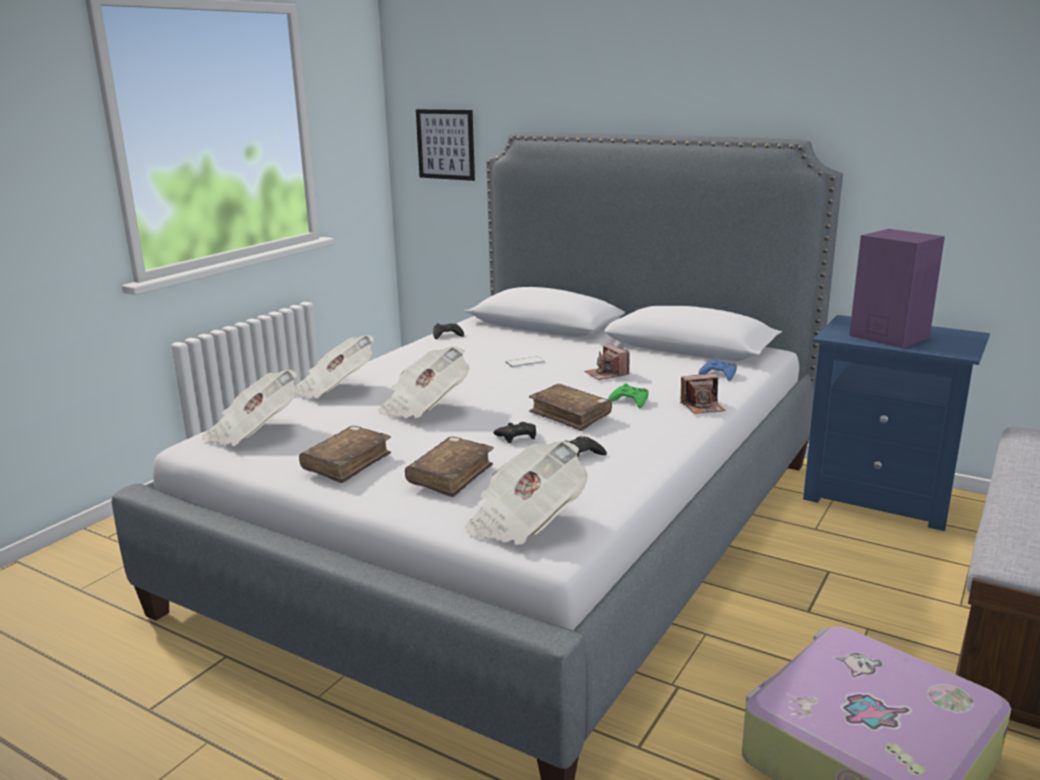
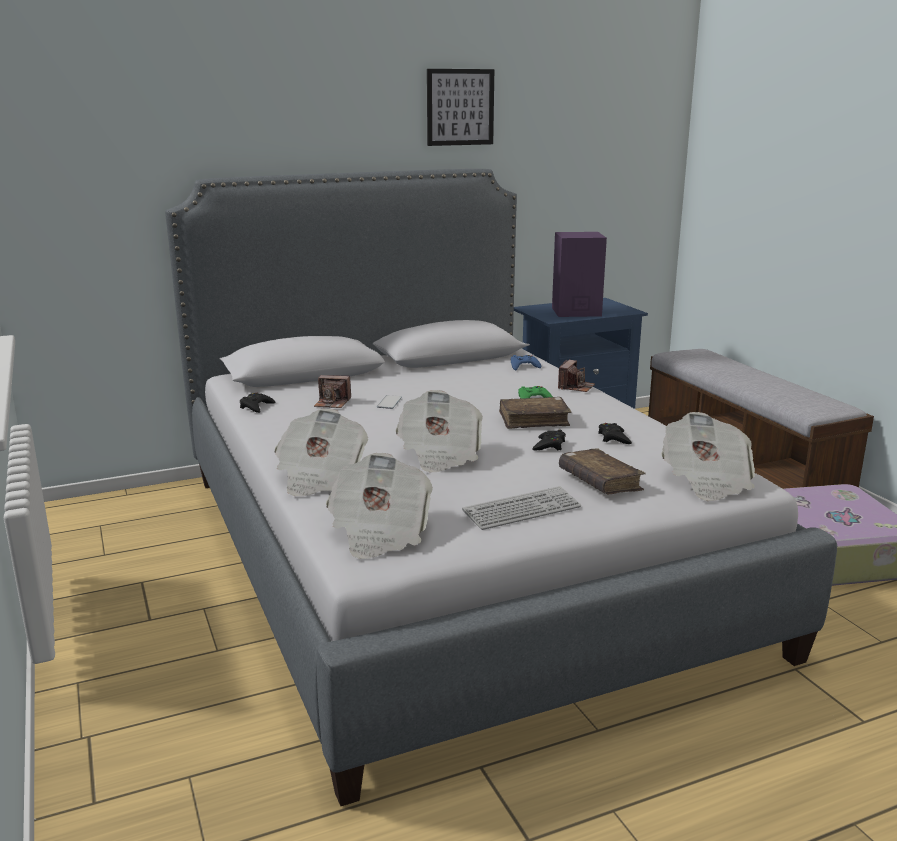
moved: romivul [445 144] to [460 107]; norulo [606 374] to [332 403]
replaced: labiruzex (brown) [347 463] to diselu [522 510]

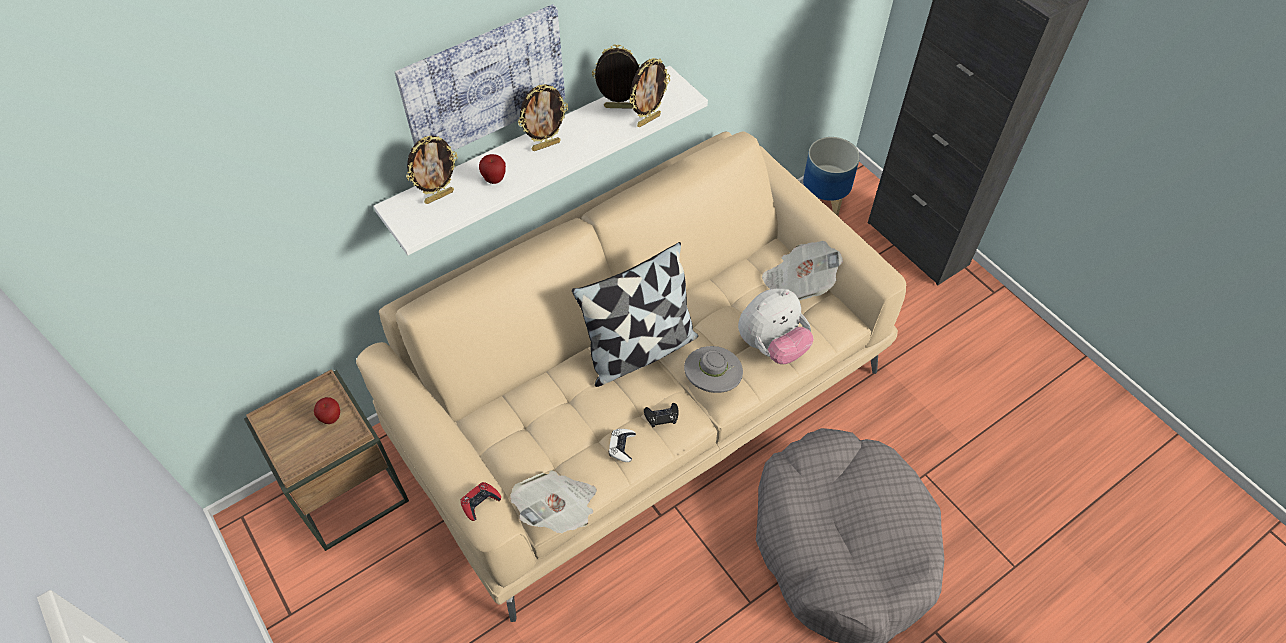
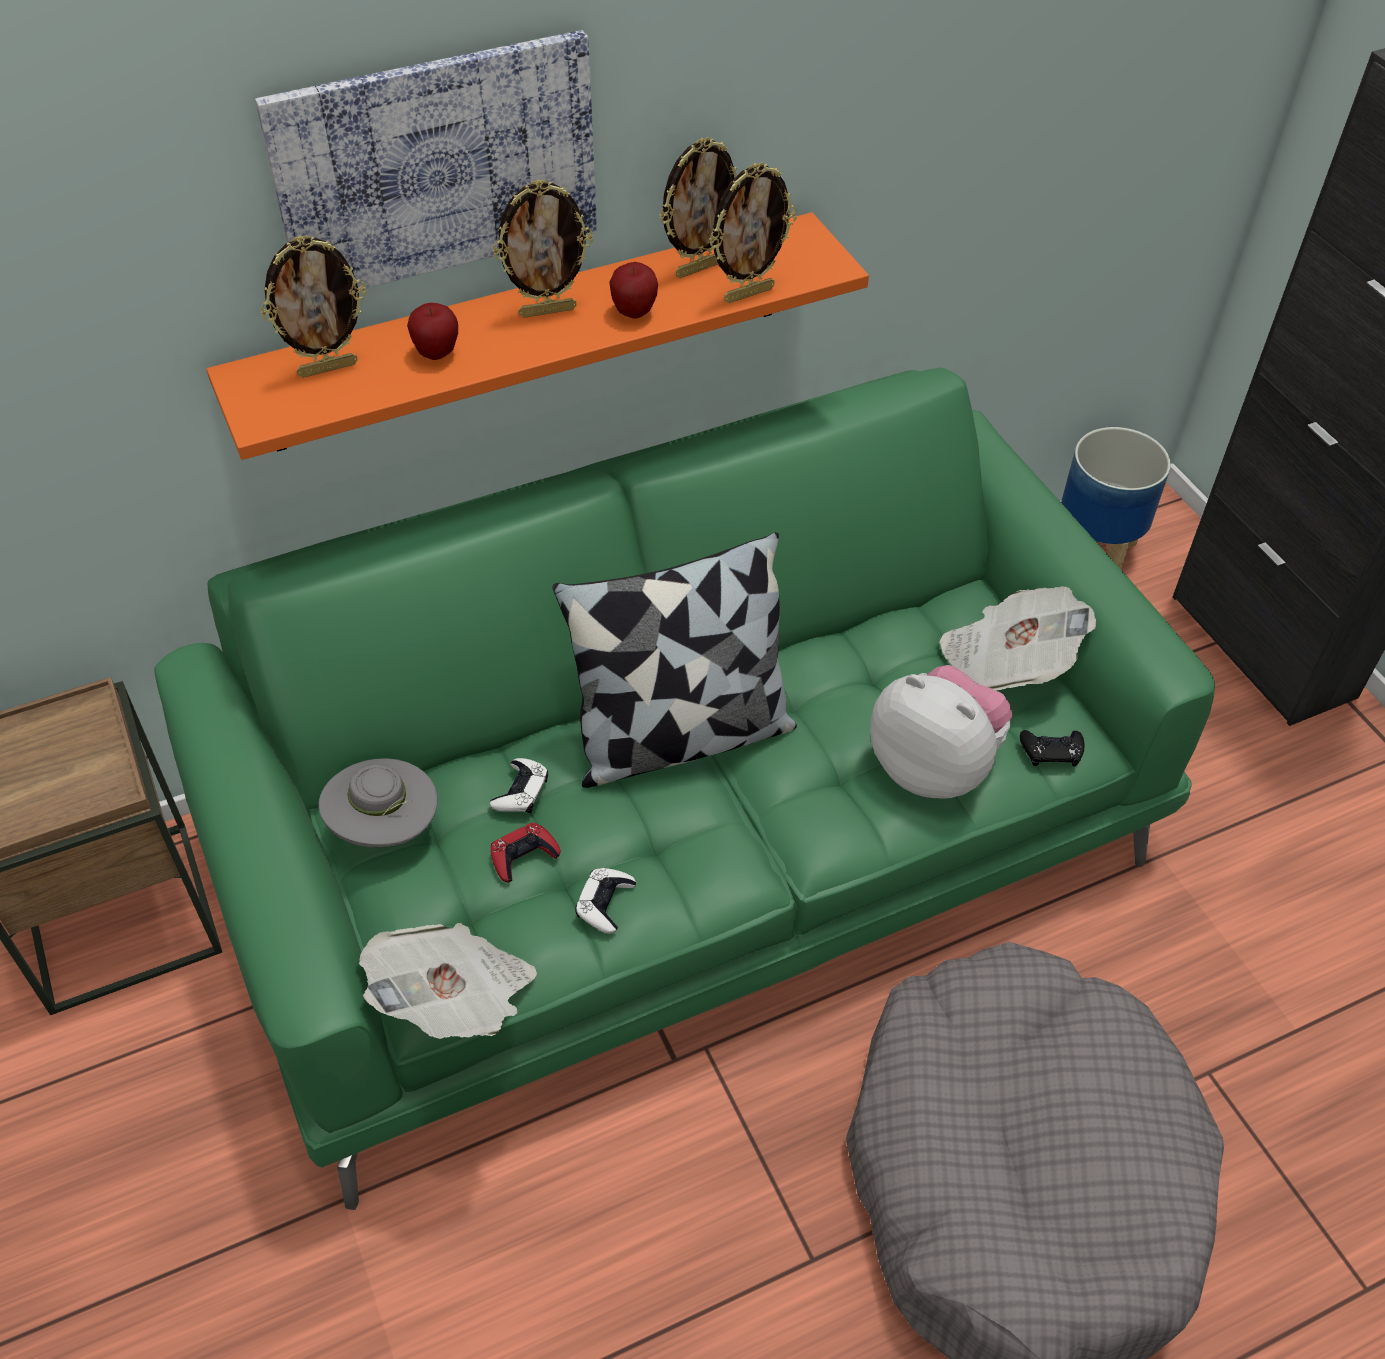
added: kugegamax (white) [521 791]
moved: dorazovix [331 418] to [634 313]; kugegamax (red) [480 502] to [523 856]; kugegamax (black) [661 416] to [1051 751]; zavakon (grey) [712 381] to [385 827]
recoloured: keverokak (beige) [643 398] to keverokak (green) [690 840]; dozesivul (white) [533 153] to dozesivul (orange) [531 332]
turned: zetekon [618 108] = [698 268] 135 degrees clockwise; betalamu [772 345] = [934 766] 120 degrees counterclockwise

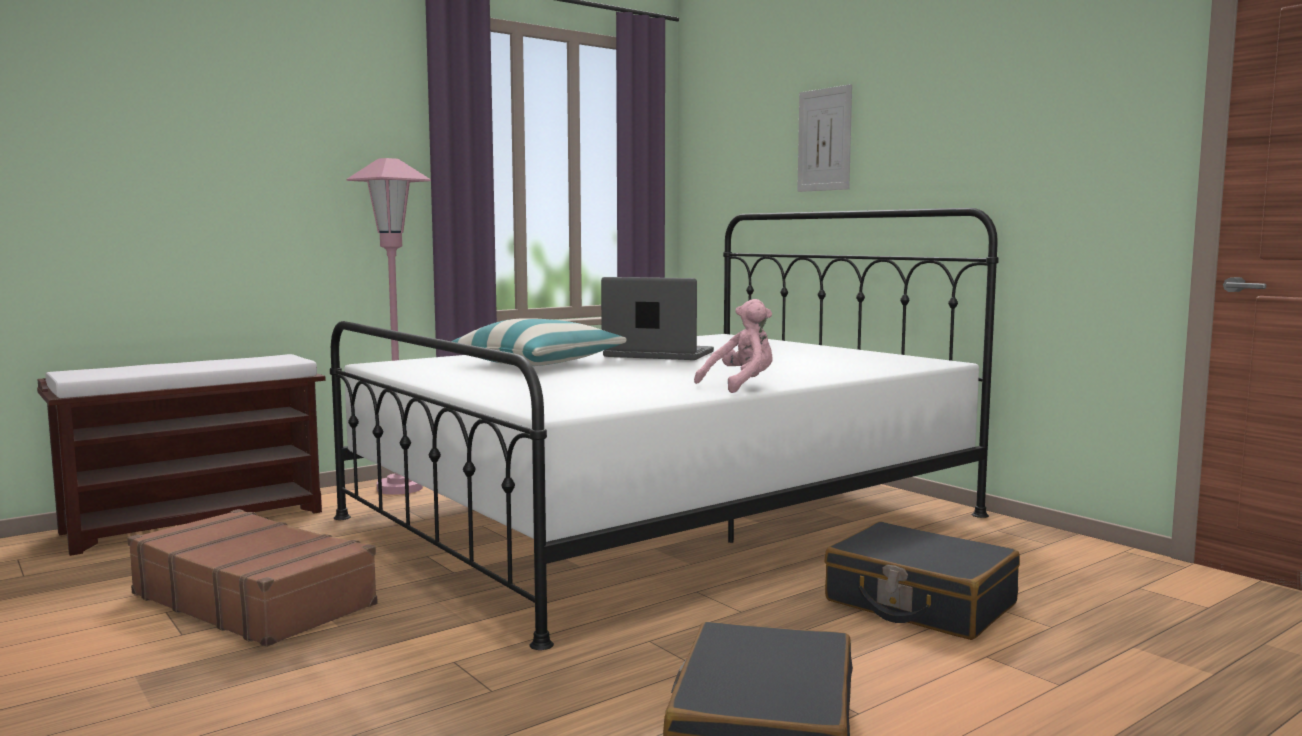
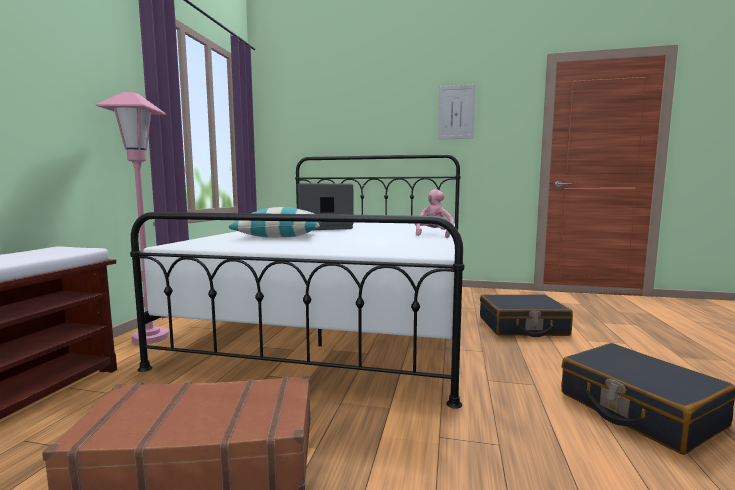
moved: romivul [824 139] to [456 112]

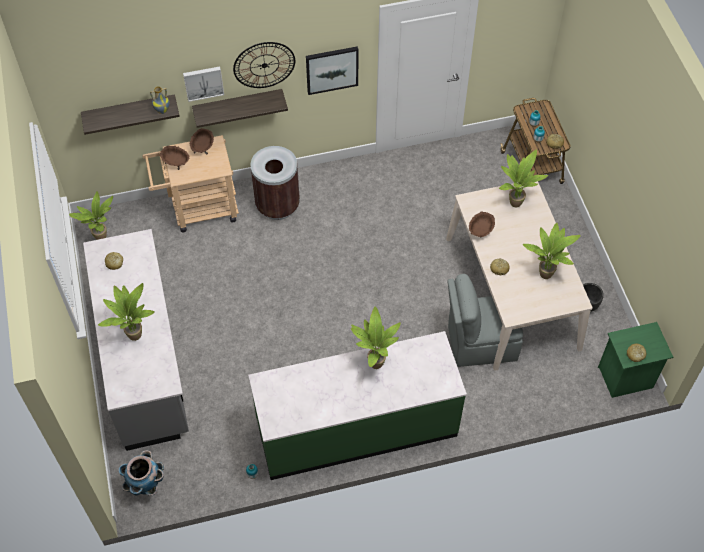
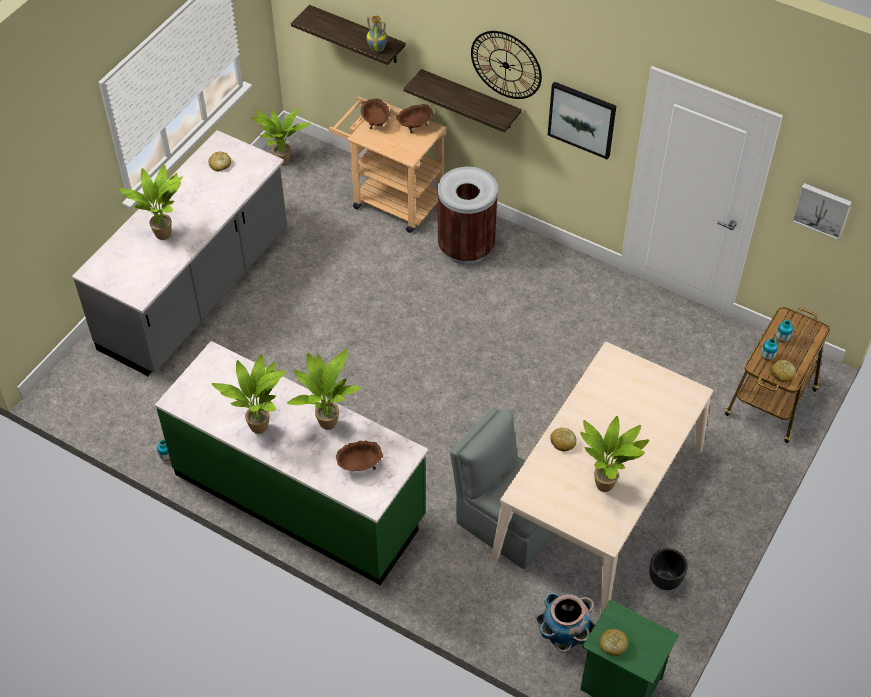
moved: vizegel [146 485] to [563 637]; romivul [203 82] to [822 209]; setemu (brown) [480 231] to [359 465]; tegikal [514 202] to [260 425]

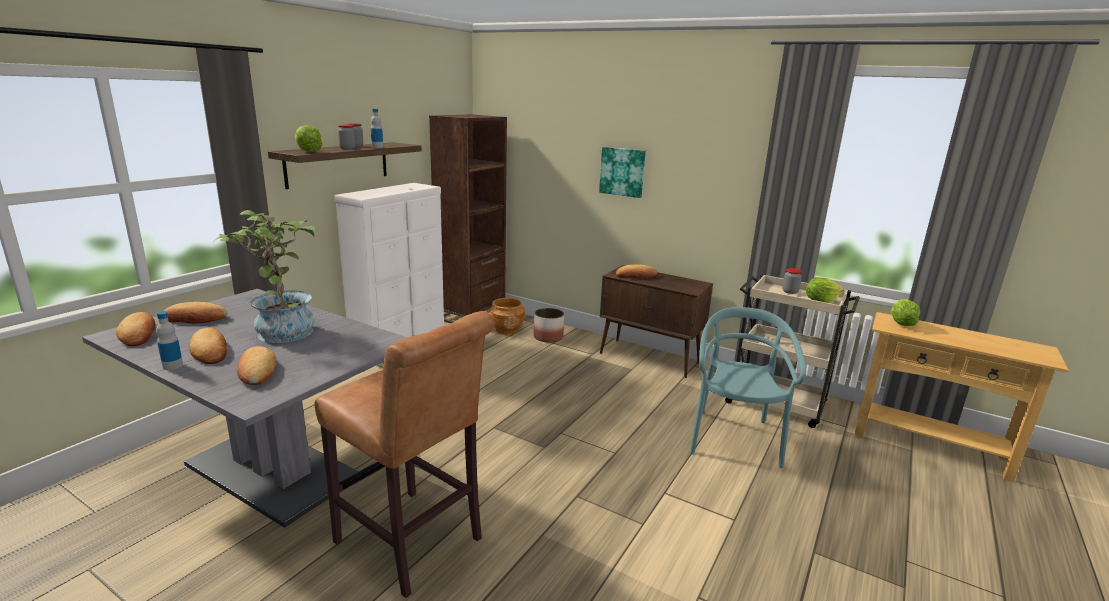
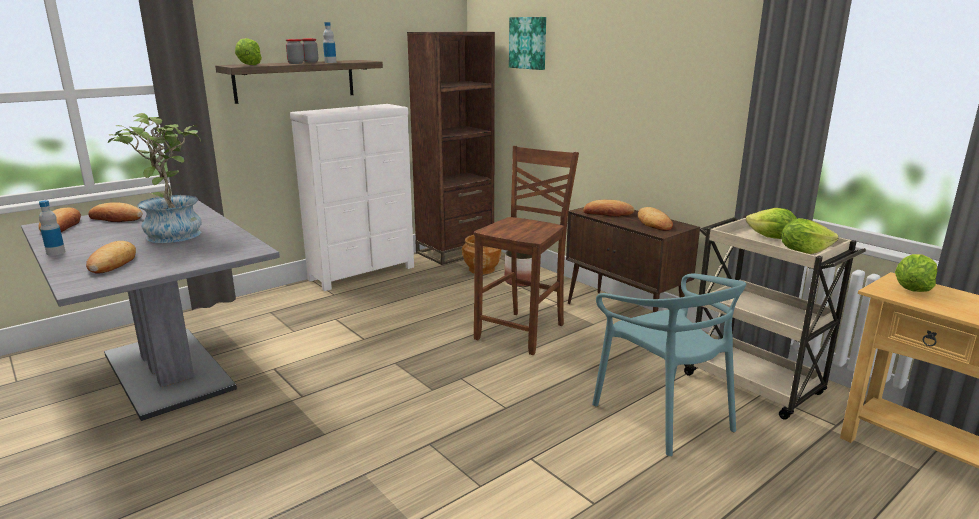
removed: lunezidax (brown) [413 544]
added: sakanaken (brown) [523 332]
moved: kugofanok [210 350] to [654 223]; romivul [622 171] to [528 43]
replaced: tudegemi [790 291] to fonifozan [771 238]
turned: sakanaken (turquoise) [733 438] = [664 415] 120 degrees clockwise

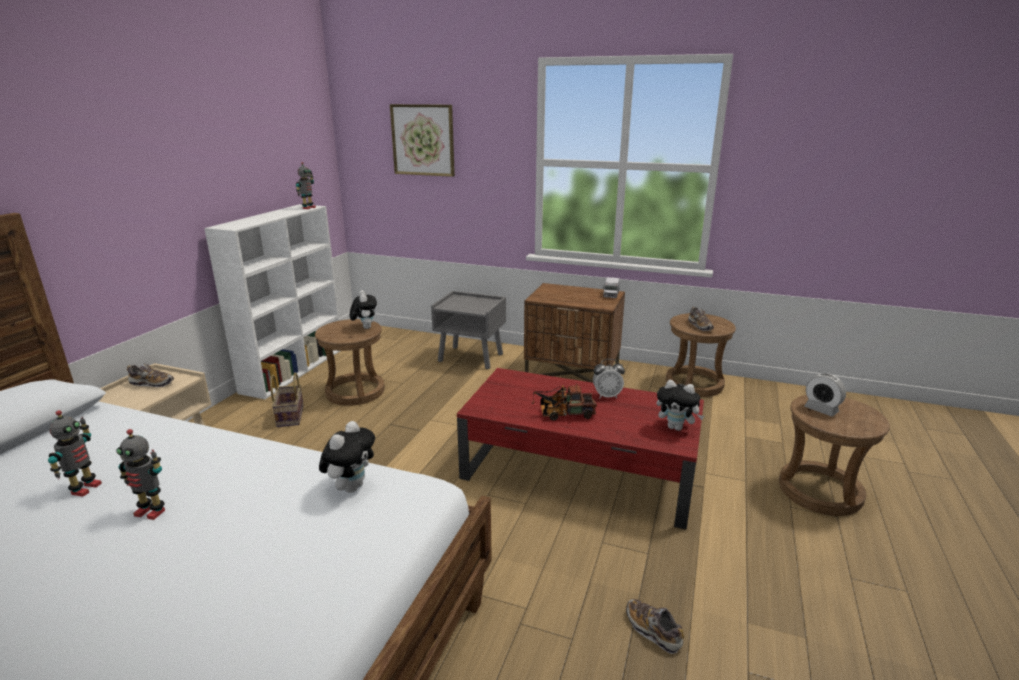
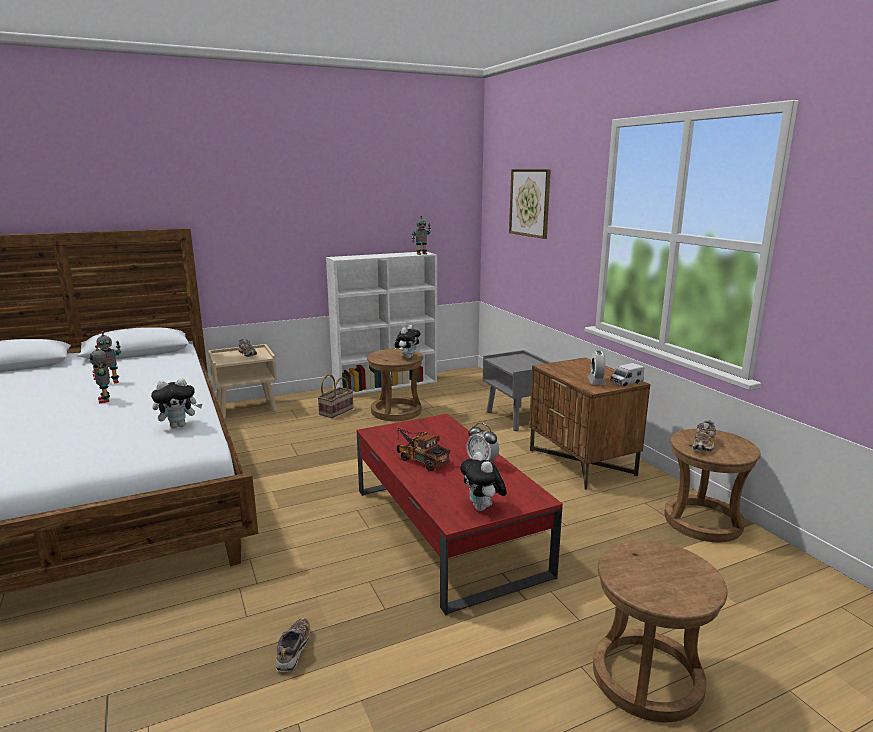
moved: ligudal [821 409] to [596 382]

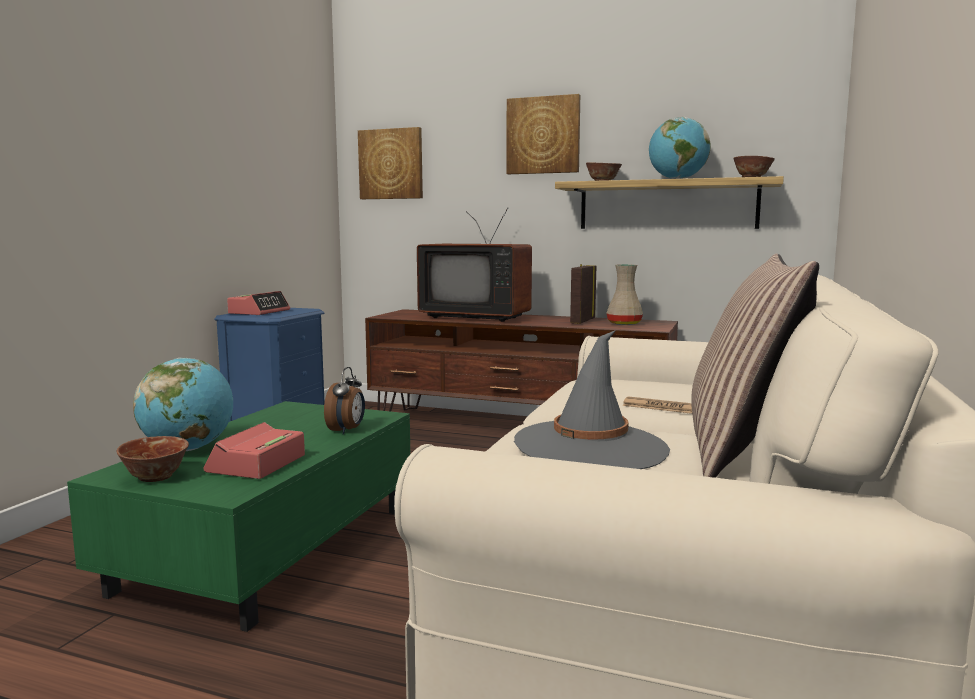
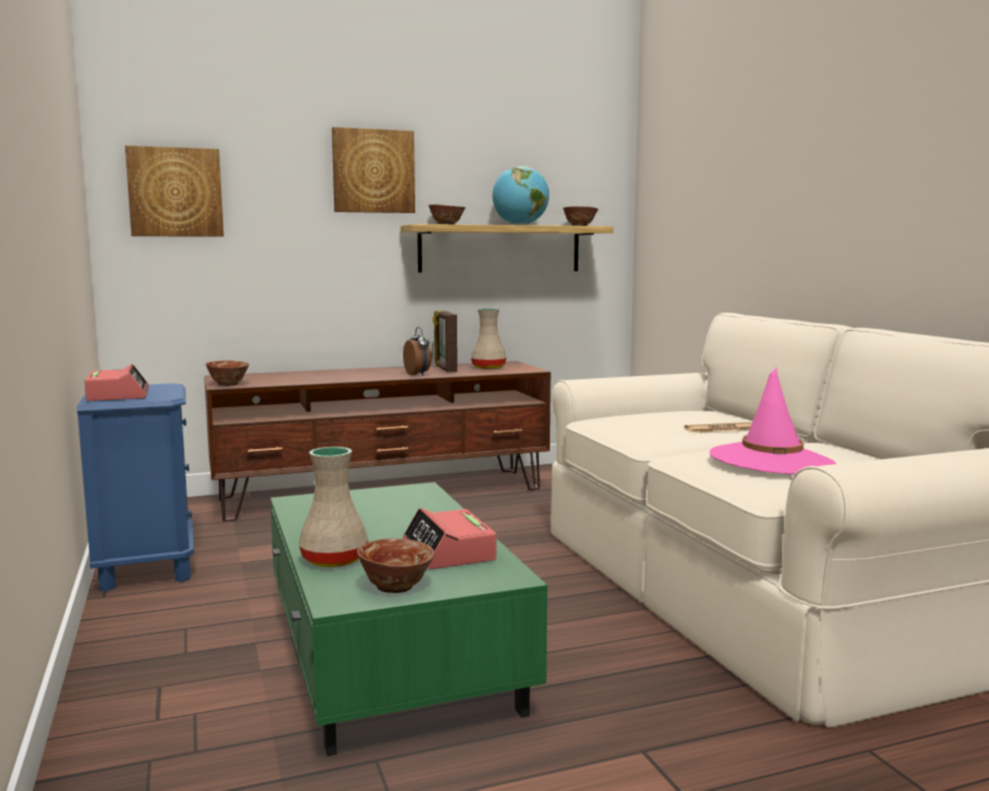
removed: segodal [477 317]; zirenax [740 450]
added: setemu [228 384]
moved: ligudal [347 430] to [418 374]
replaced: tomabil [188 449] to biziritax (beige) [334 559]
recoloured: zavakon (grey) [591 446] to zavakon (pink) [771 461]

